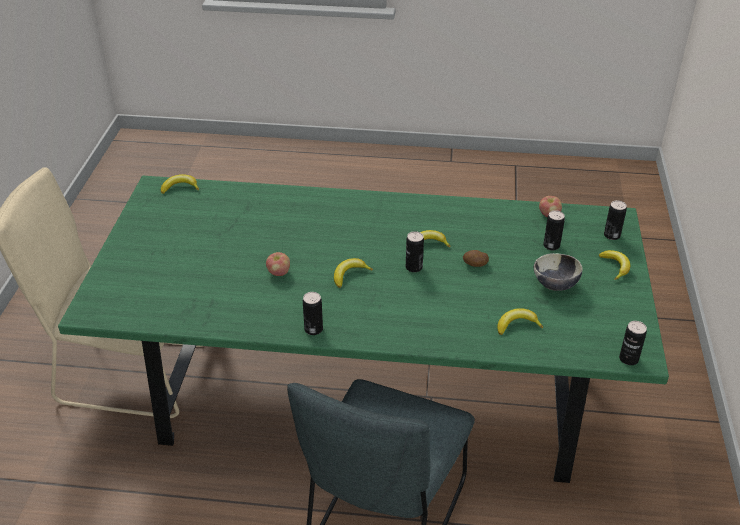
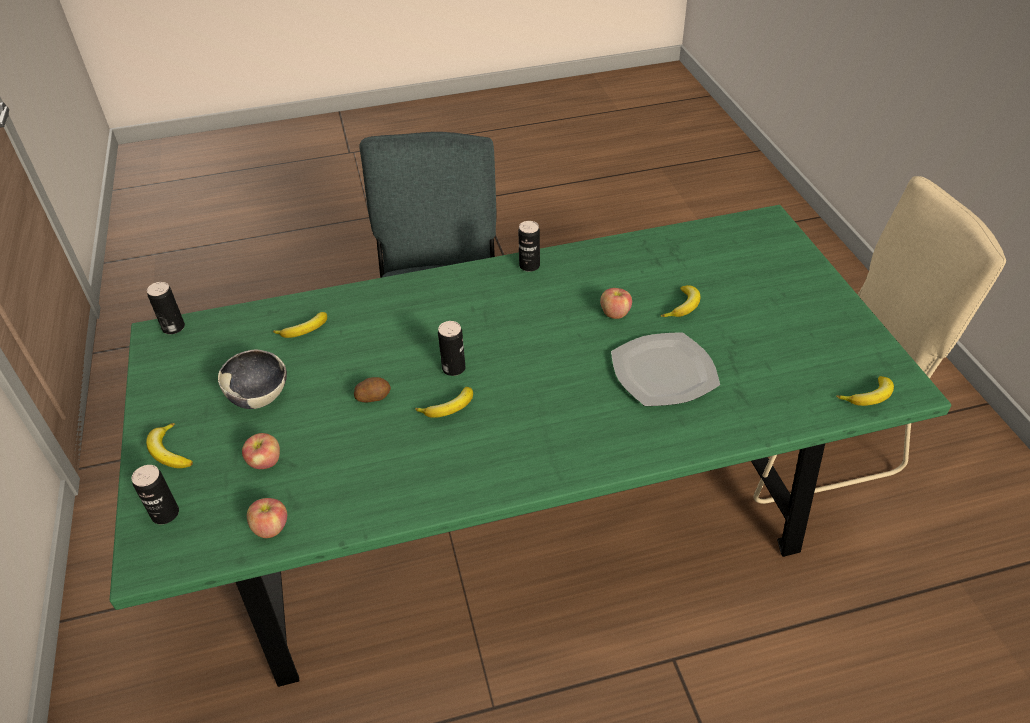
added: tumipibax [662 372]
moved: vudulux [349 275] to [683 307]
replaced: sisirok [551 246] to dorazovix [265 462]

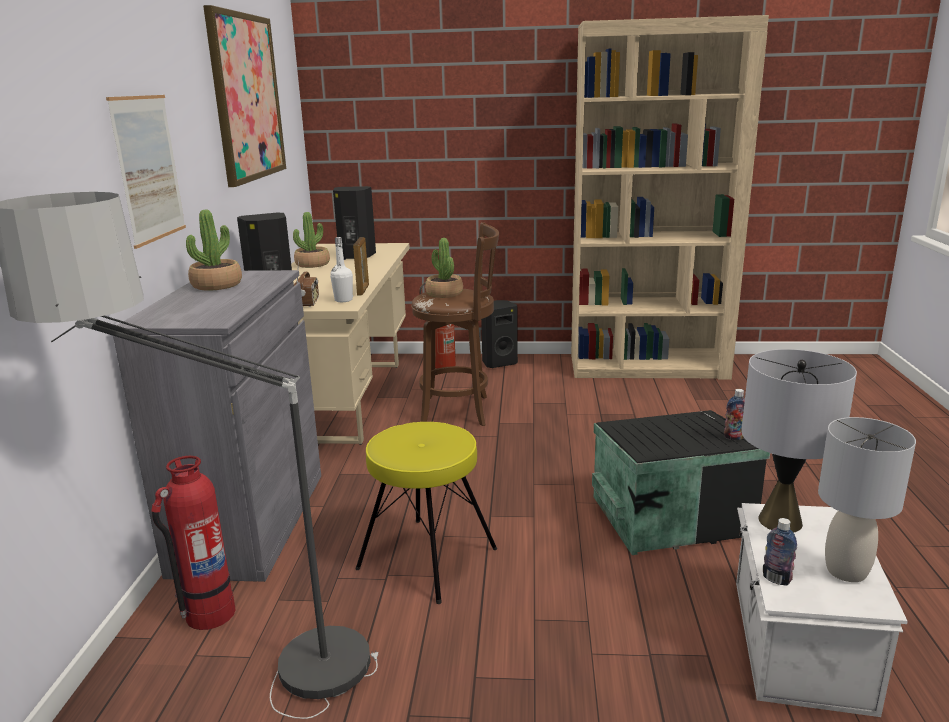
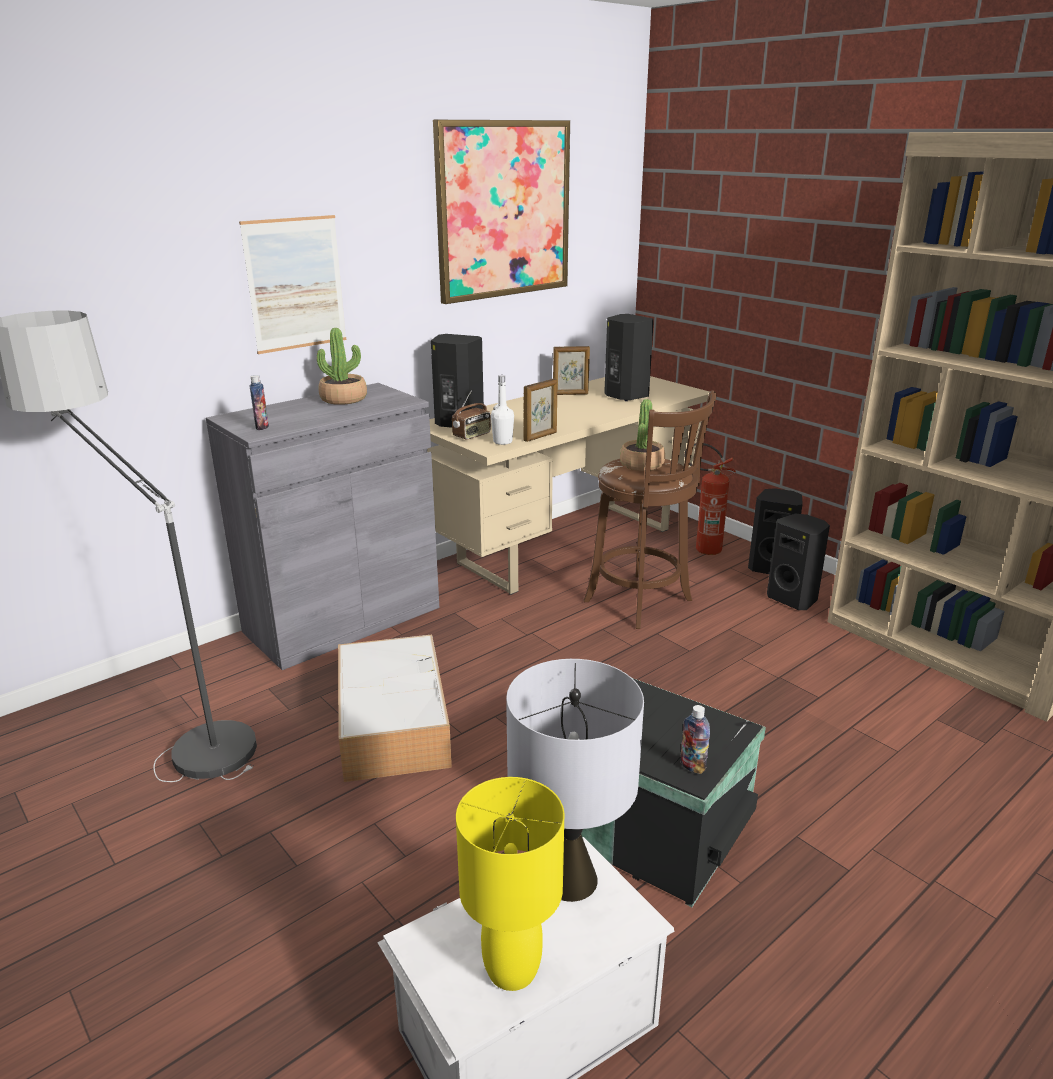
removed: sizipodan [209 614]
added: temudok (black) [793 599]
moved: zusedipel [776 579] to [262 427]
replaced: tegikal [312 264] to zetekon [570 394]; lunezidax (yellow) [426 558] to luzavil [392 720]
recoloured: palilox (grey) [846 571] to palilox (yellow) [513 969]

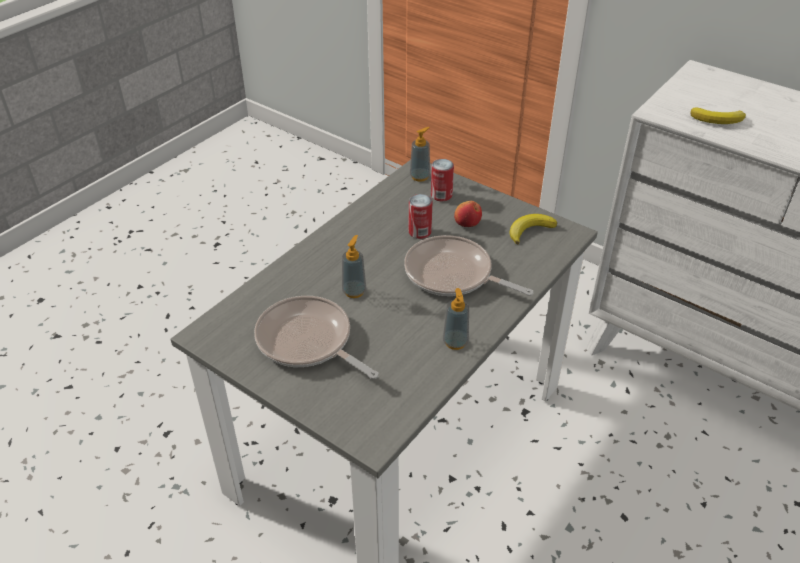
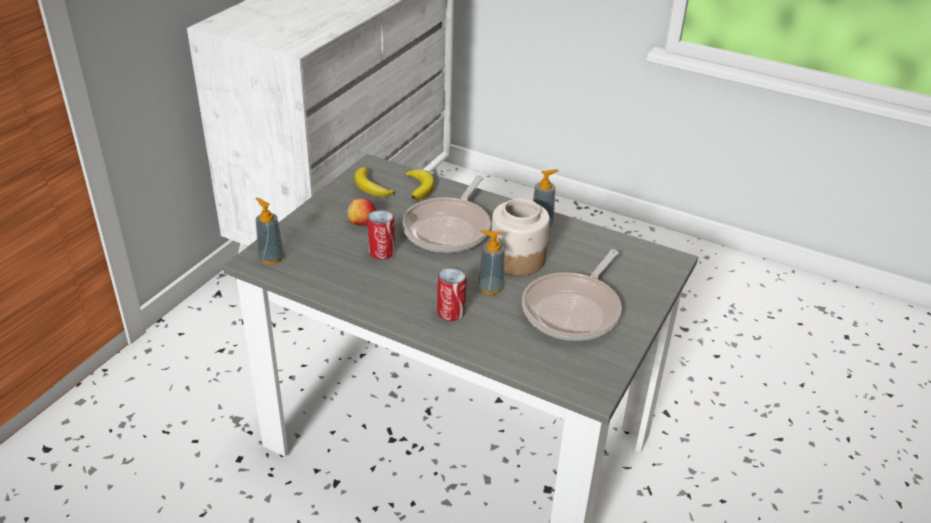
added: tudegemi [517 259]
moved: sisirok [441 195] to [451 312]; vudulux [719 119] to [420 187]

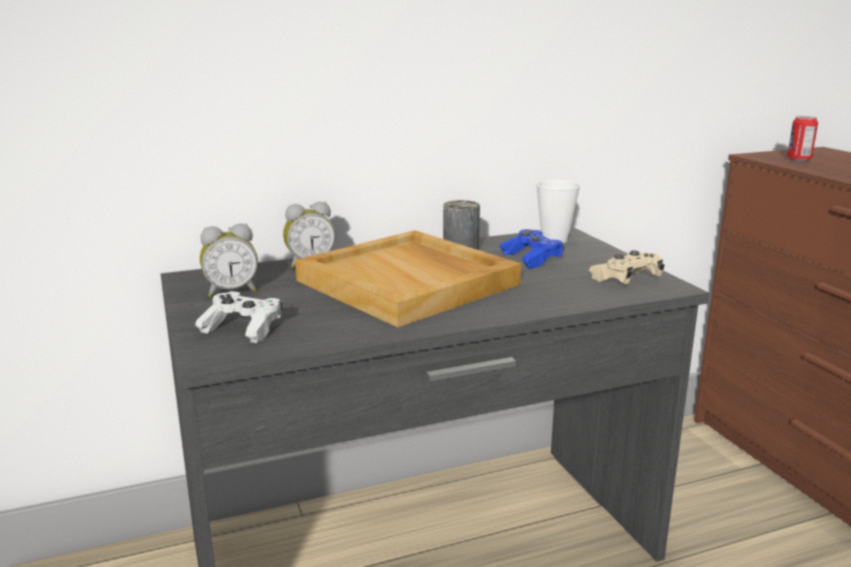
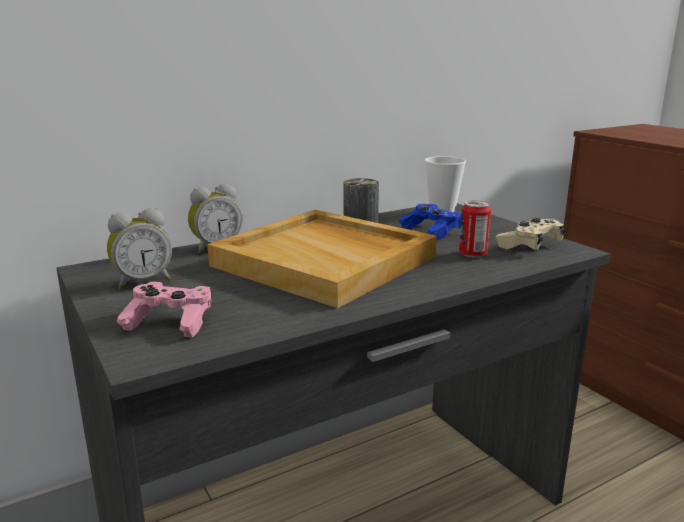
moved: sisirok [799 160] to [473 254]
recoloured: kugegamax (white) [242 329] to kugegamax (pink) [170 323]

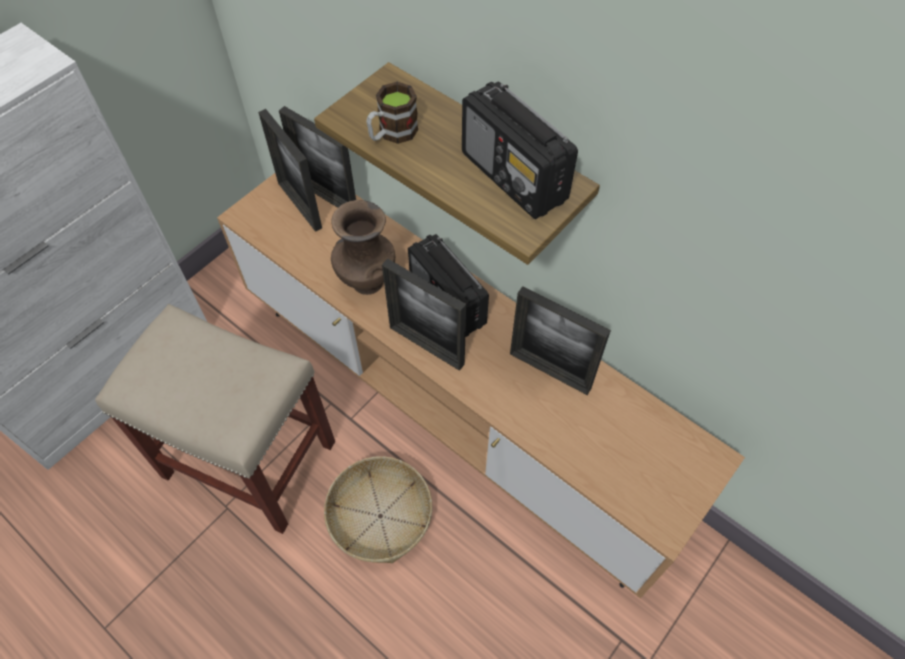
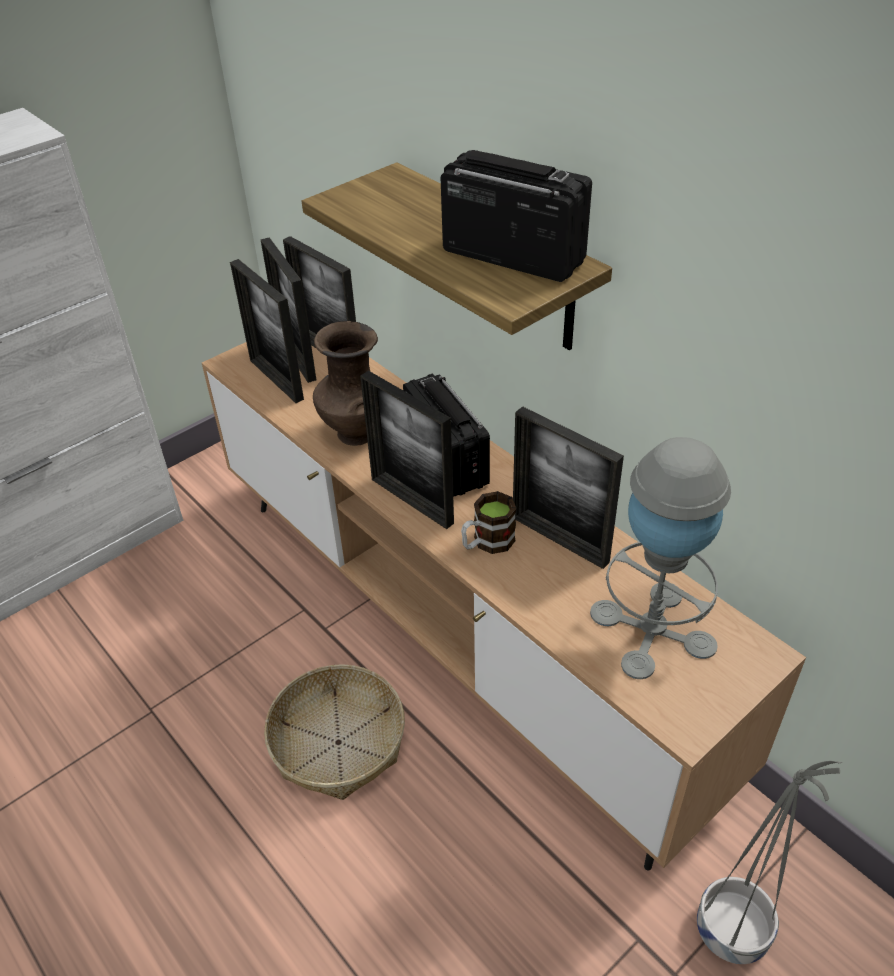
removed: lunezidax (beige) [252 460]
added: zetekon [276 379]; palilox (grey) [652 629]; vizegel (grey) [734 931]
moved: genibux [392 133] to [487 543]
turned: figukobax [514 177] = [512 256] 150 degrees clockwise

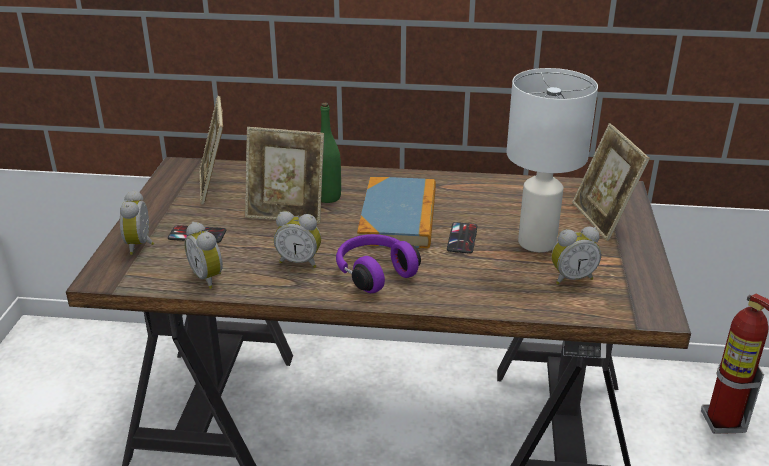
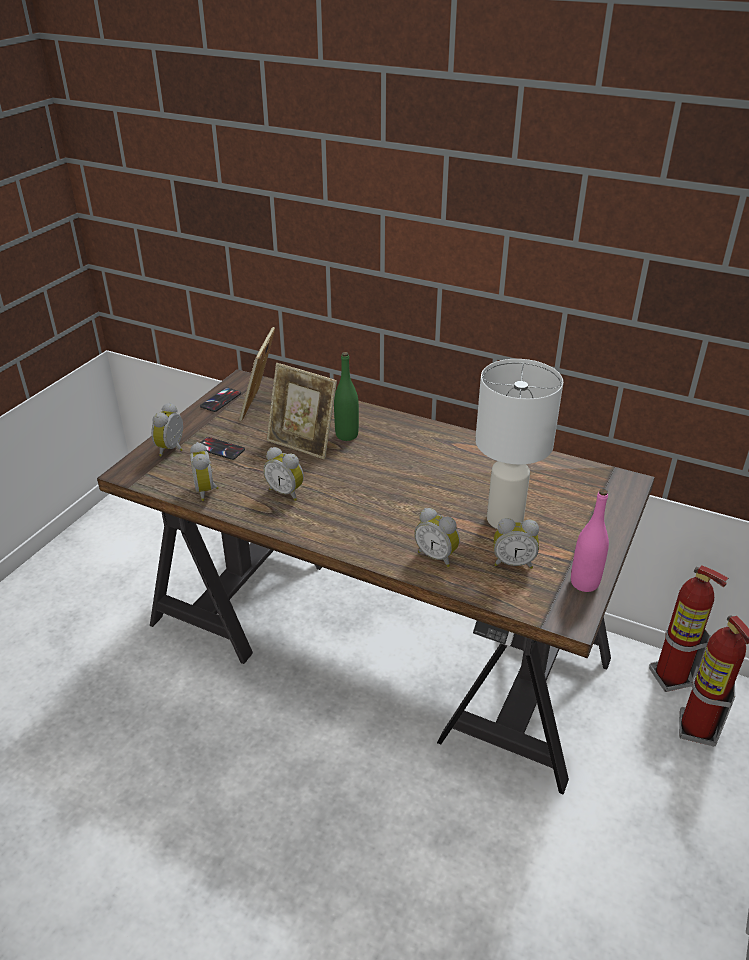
removed: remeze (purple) [374 273]; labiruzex [398 217]; zetekon [602 220]
added: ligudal [437 556]; zusedipel (pink) [584 583]; sizipodan [671 678]
moved: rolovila [462 238] to [221 400]

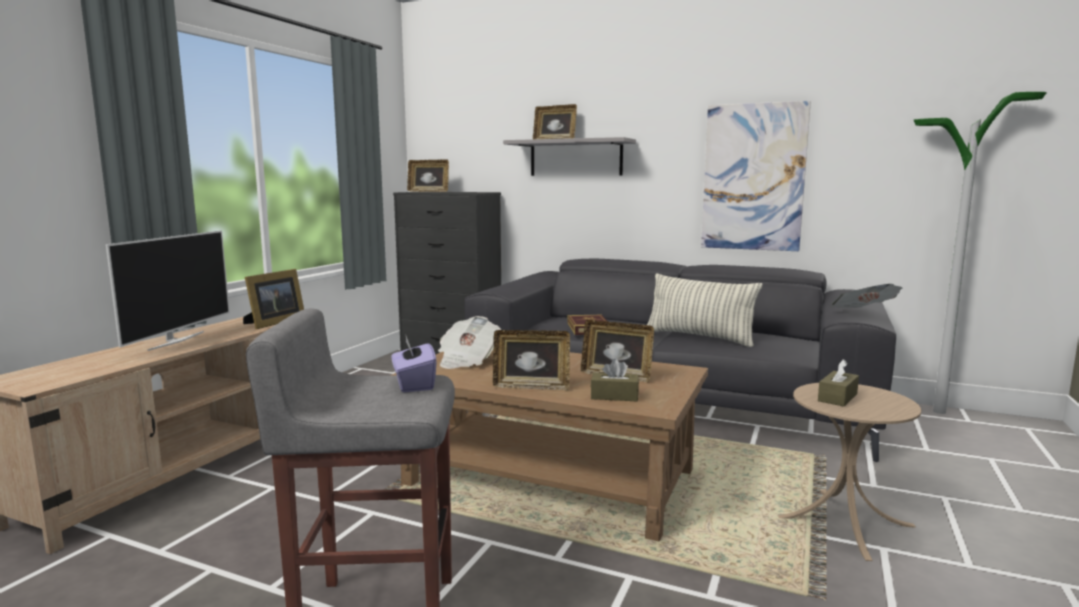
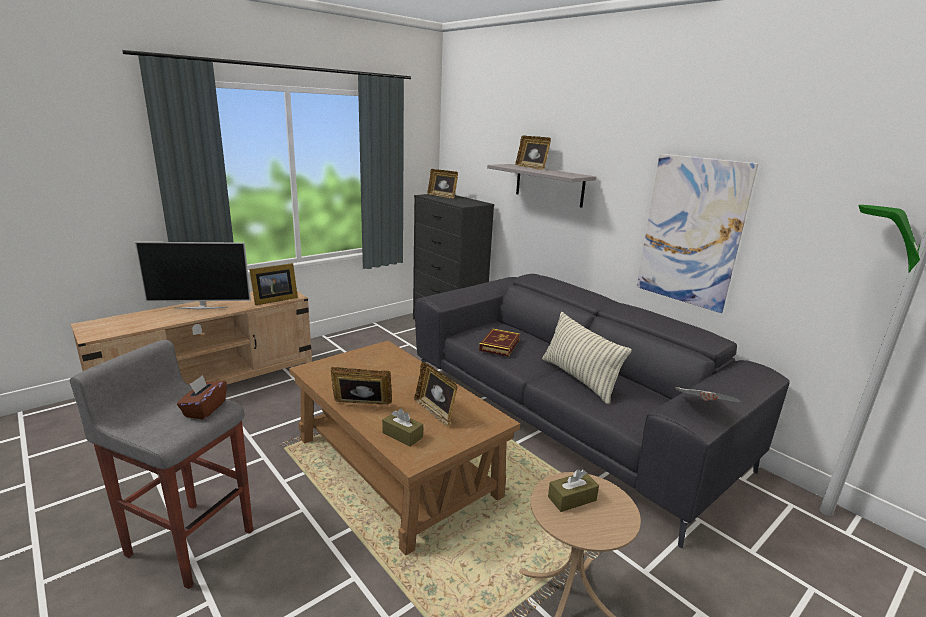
removed: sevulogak [467 360]
recoloured: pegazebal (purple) [414 384] to pegazebal (brown) [204 409]
turned: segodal [176 340] = [201 307] 45 degrees clockwise; zetekon [531 387] = [361 406] 150 degrees clockwise

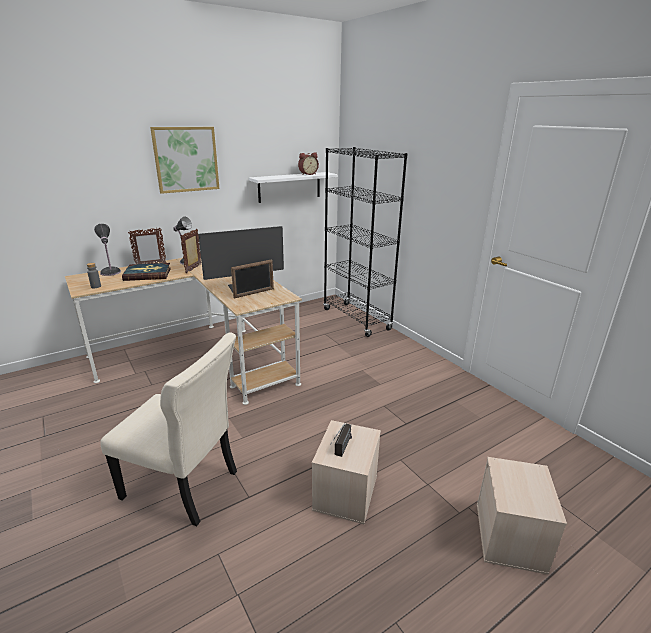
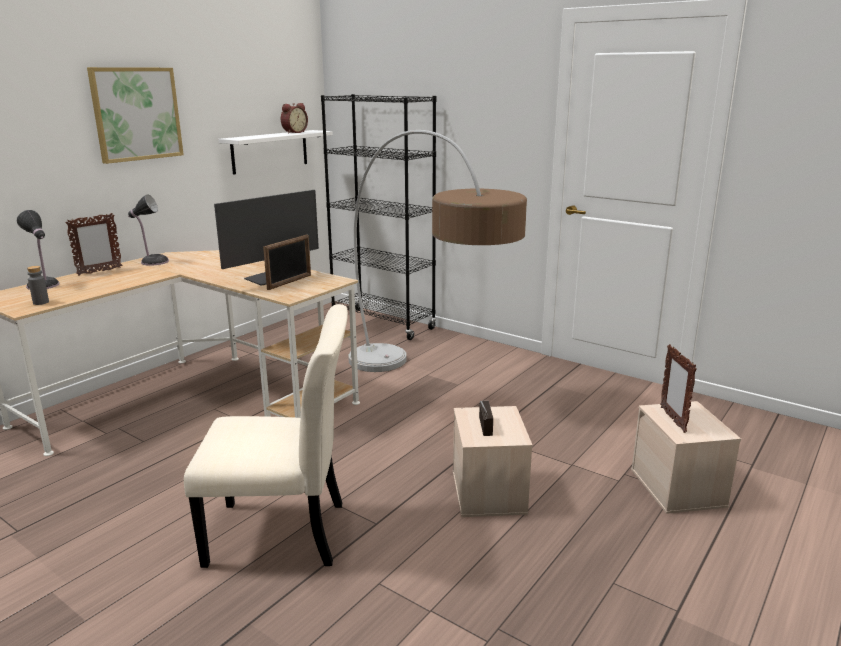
removed: labiruzex [147 274]
added: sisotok [430 386]
moved: zetekon [194 268] to [672 419]

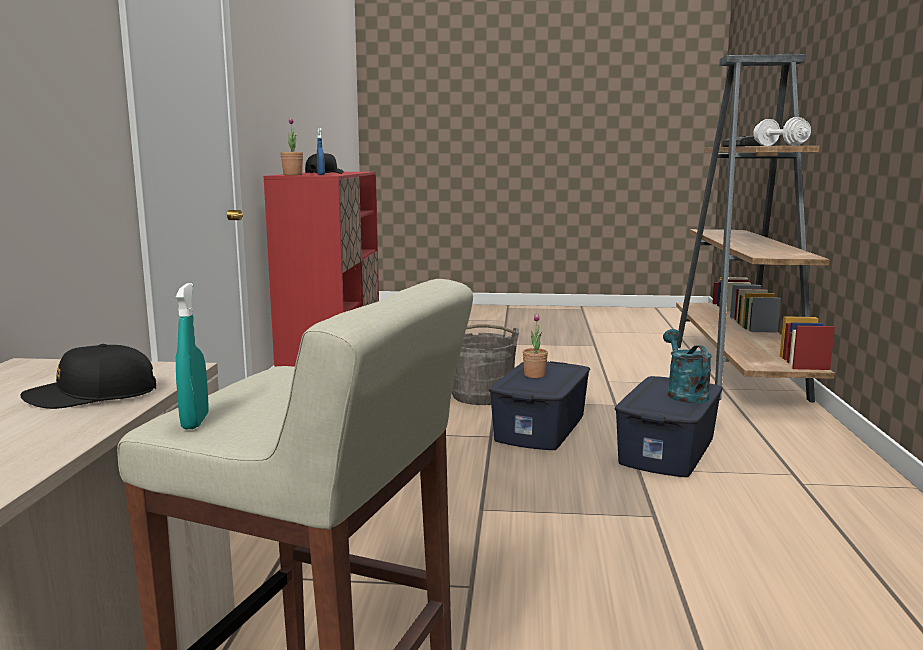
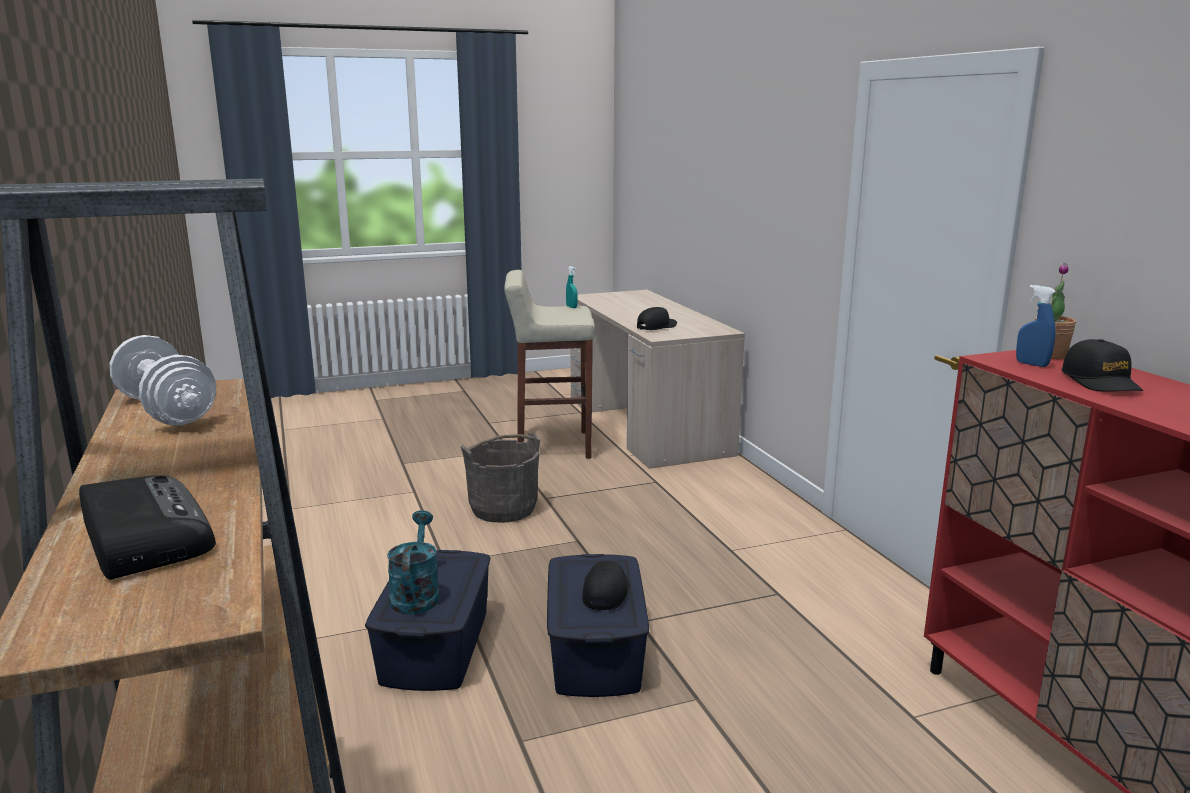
moved: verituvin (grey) [481 396] to [503 509]
replaced: tegikal [534 375] to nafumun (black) [606 592]
turned: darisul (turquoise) [684 393] = [416 594] 150 degrees counterclockwise

